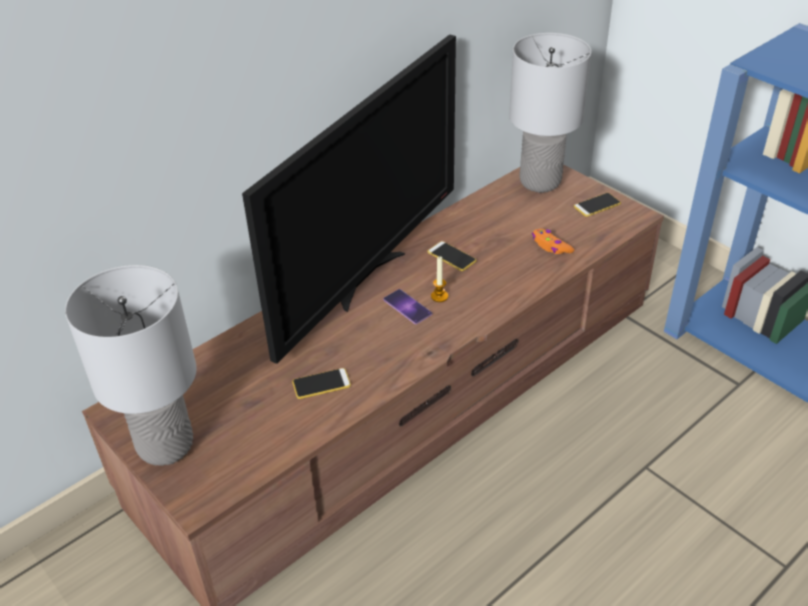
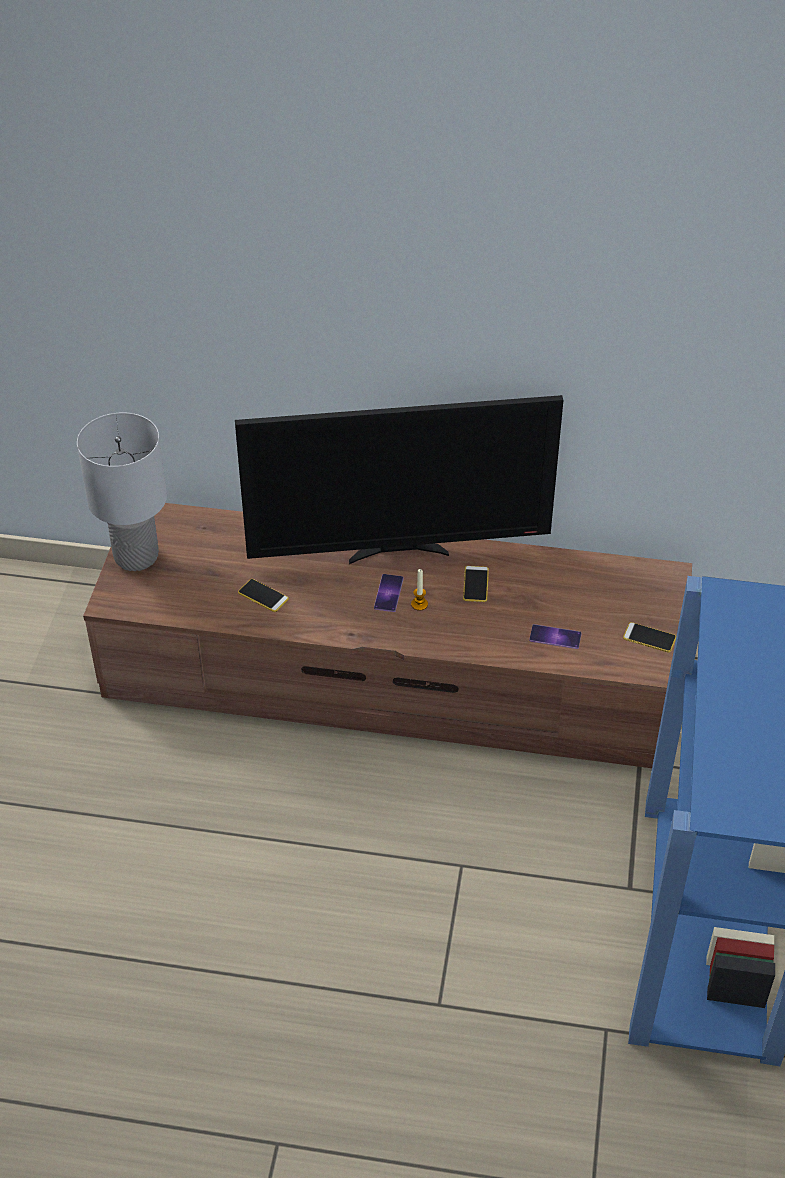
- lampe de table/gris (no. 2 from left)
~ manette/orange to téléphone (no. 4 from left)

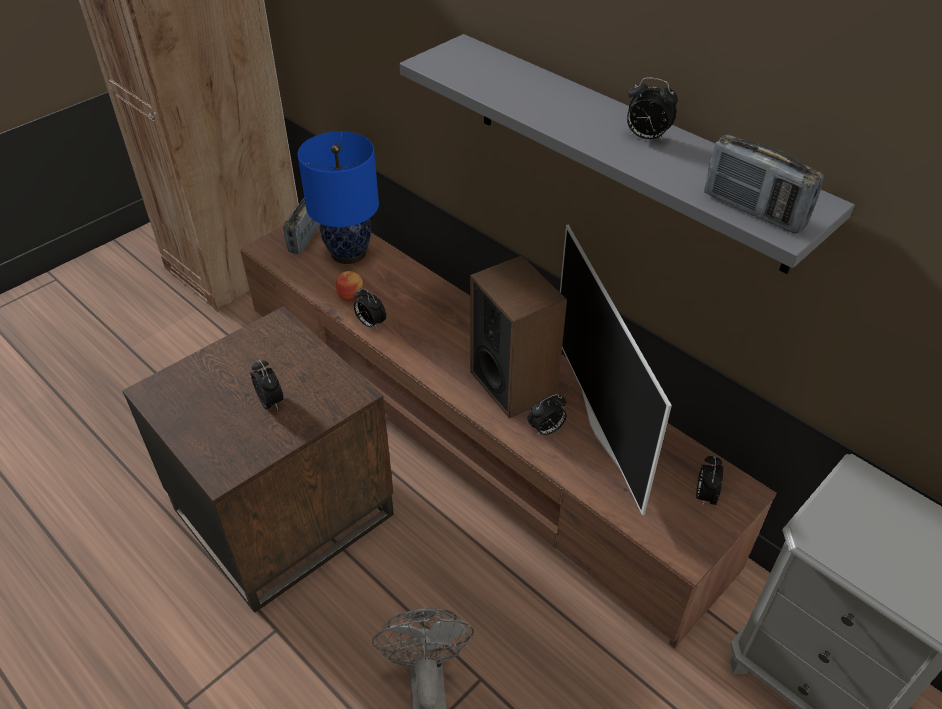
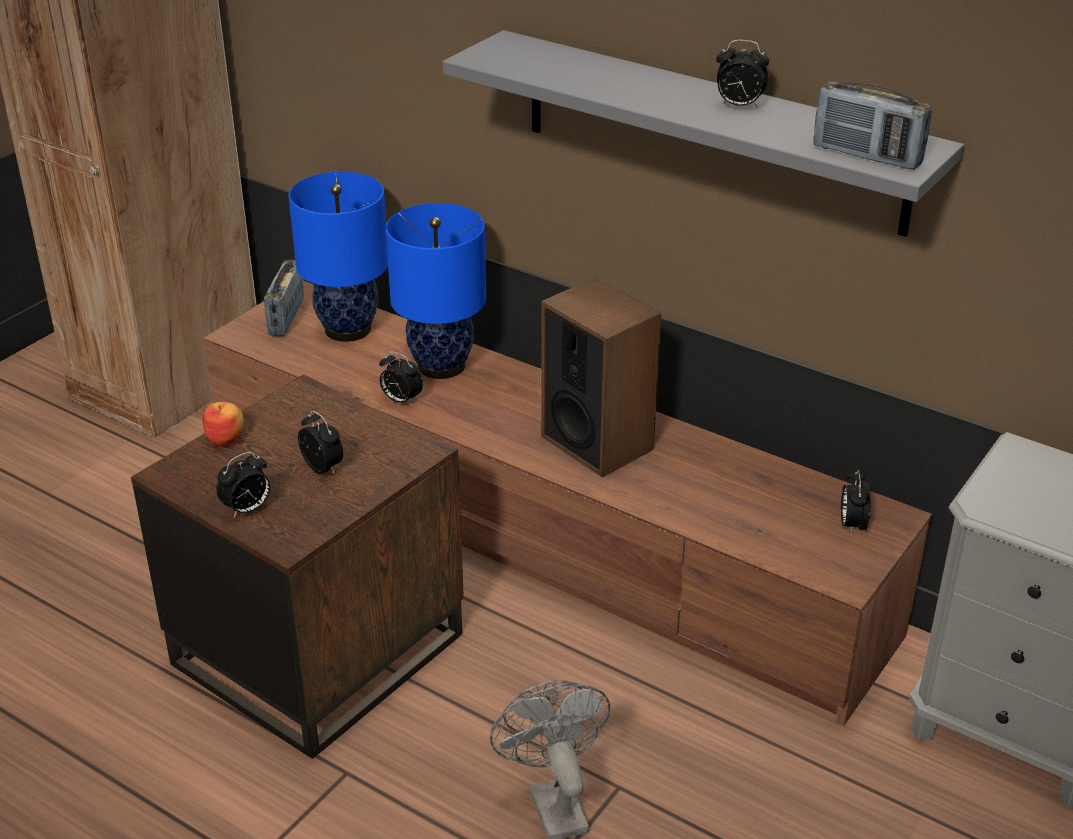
~ pomme
~ réveil (no. 3 from left in the first image) to réveil (no. 1 from left)
- téléviseur
+ lampe de table/bleu (no. 2 from left)

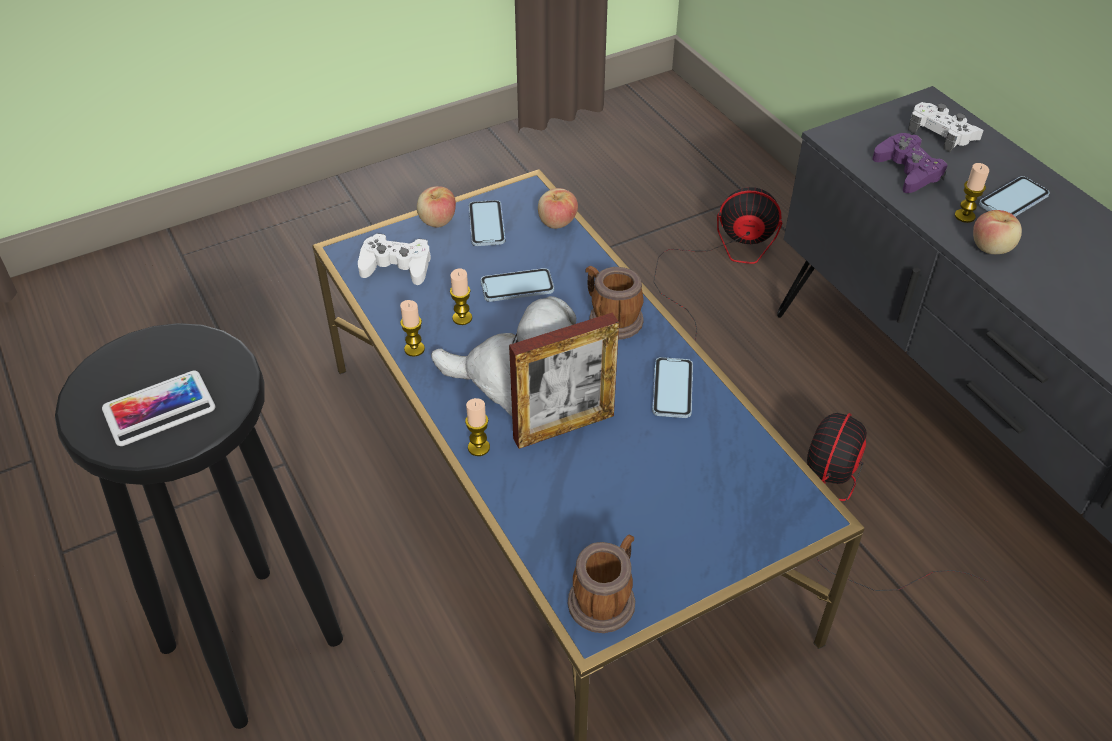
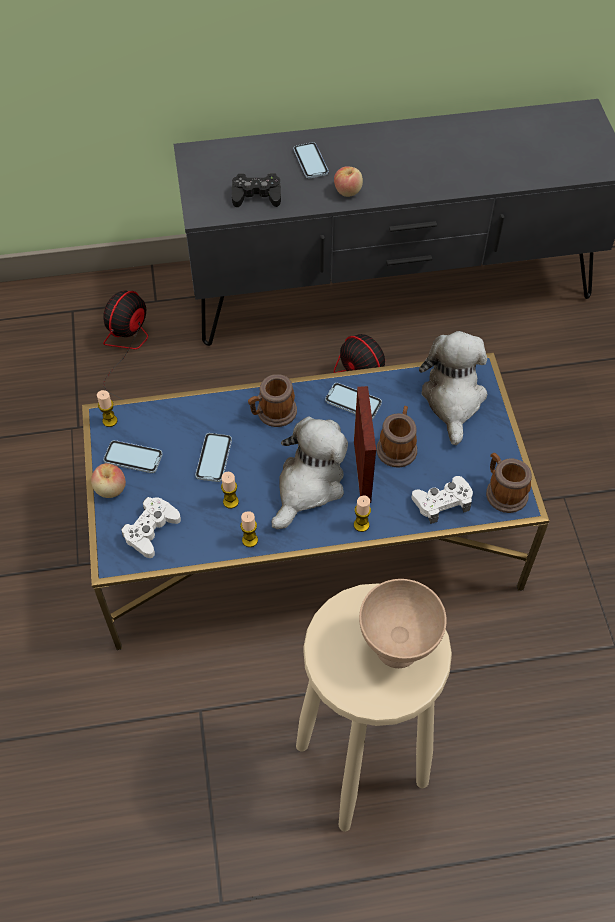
~ tabouret/noir to tabouret/beige
~ téléphone (no. 1 from left) to bol/beige
- pomme (no. 2 from left)
~ manette/violet to manette/noir
~ manette/blanc (no. 2 from left)
~ bougie (no. 4 from left in the first image) to bougie (no. 1 from left)
+ mug (no. 2 from left)
+ peluche (no. 2 from left)

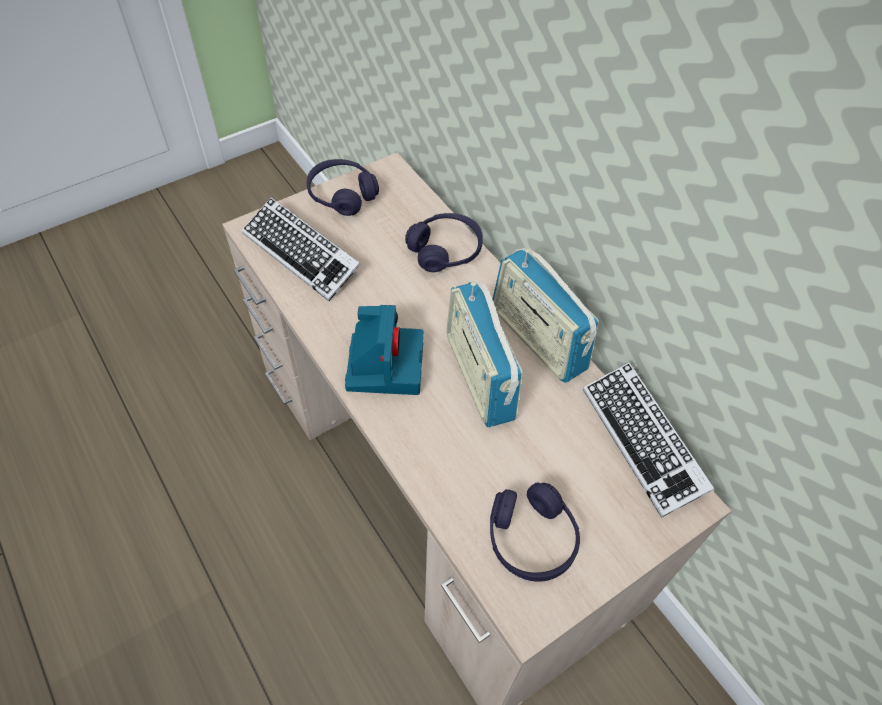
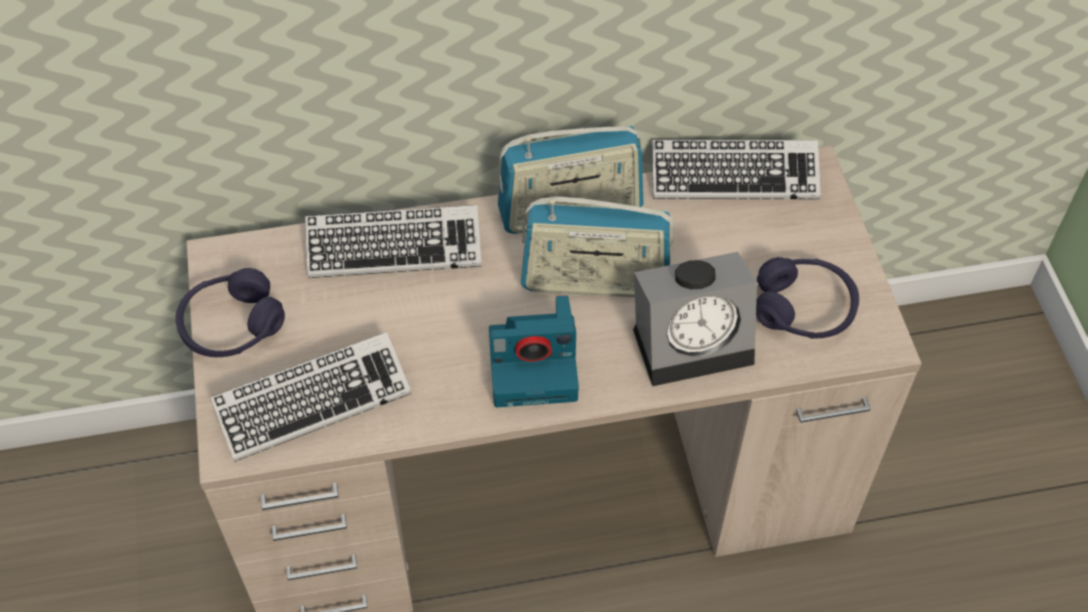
~ appareil photo 150 degrees clockwise
~ casque audio/violet (no. 2 from left) to clavier (no. 2 from left)
+ réveil

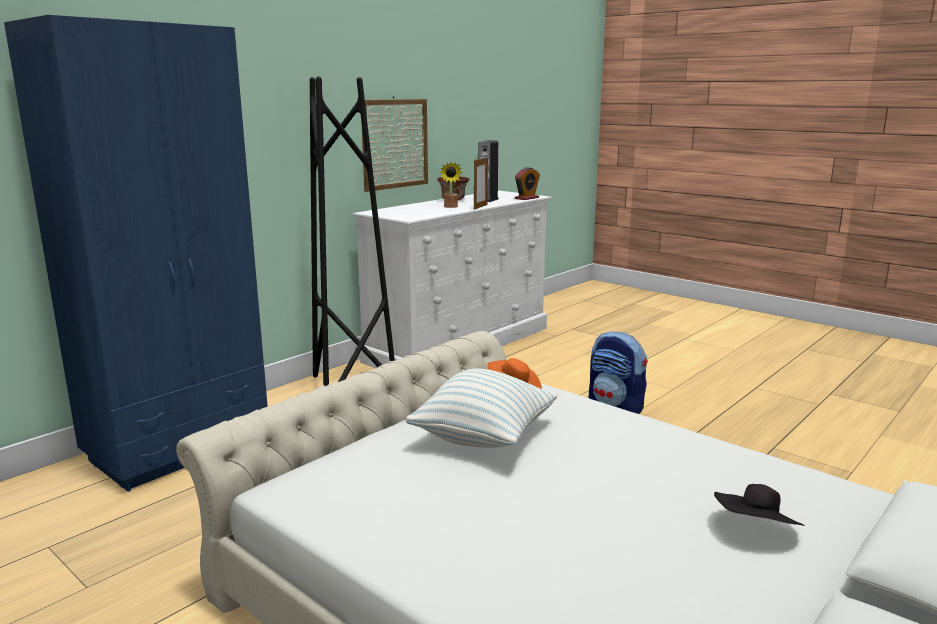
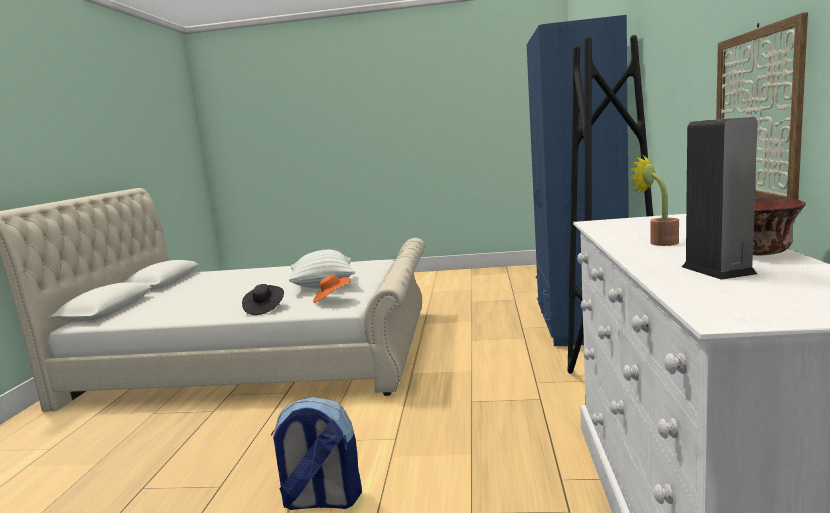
- cadre photo
- réveil
~ chapeau/noir

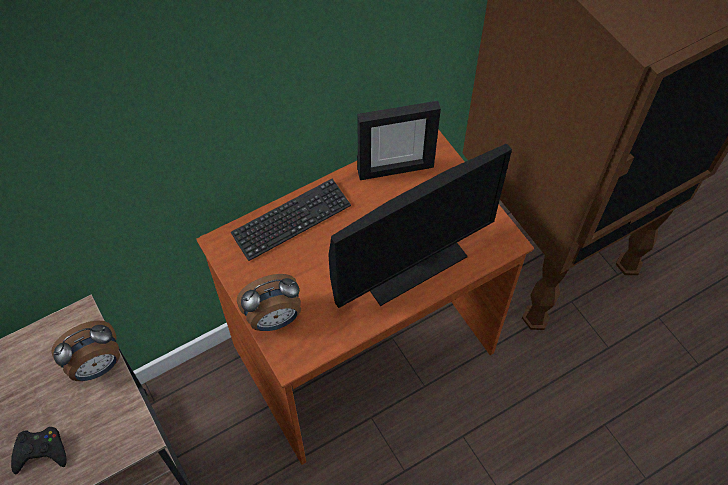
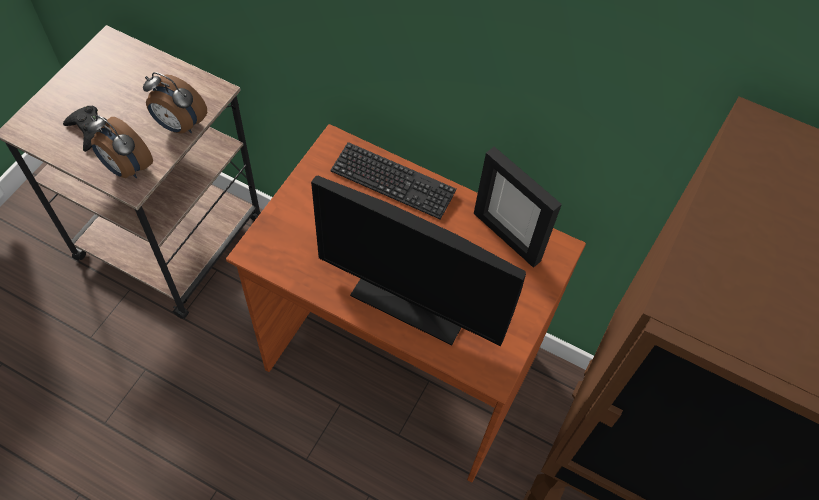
~ réveil (no. 2 from left in the first image) to réveil (no. 1 from left)

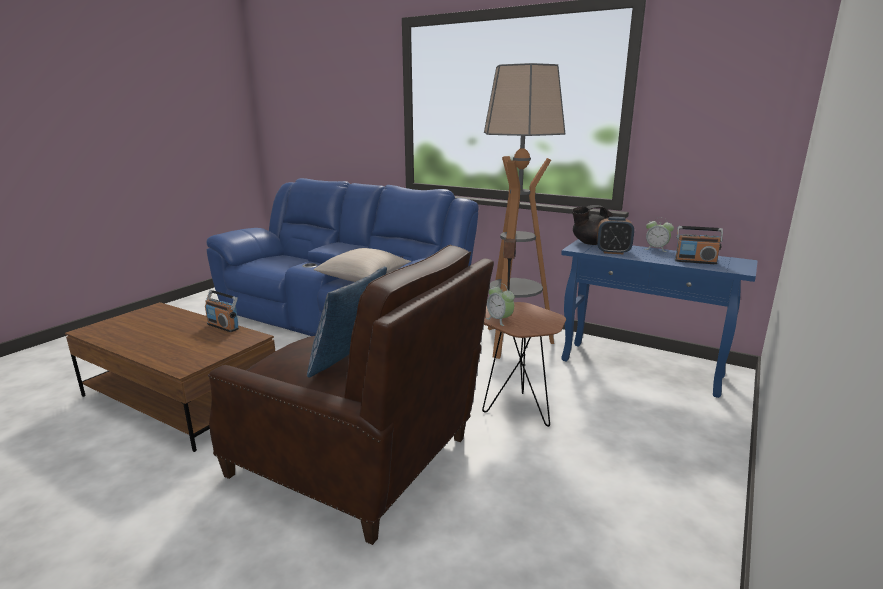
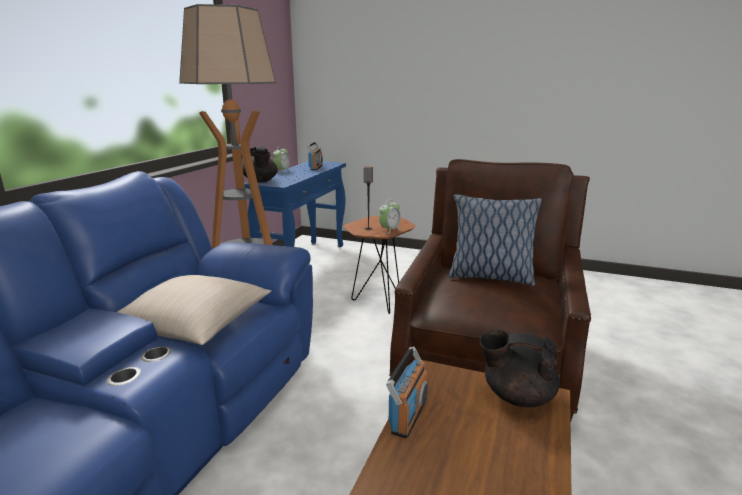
- réveil (no. 2 from left)
+ théière/noir (no. 2 from left)

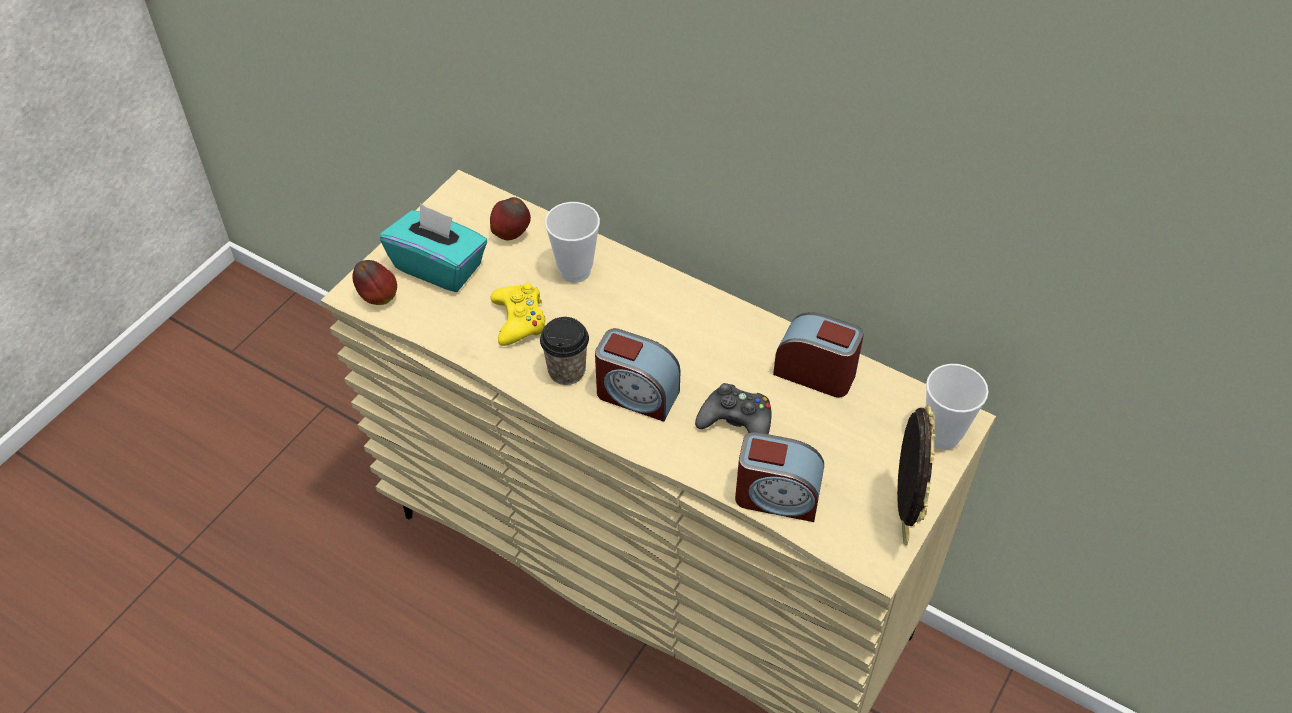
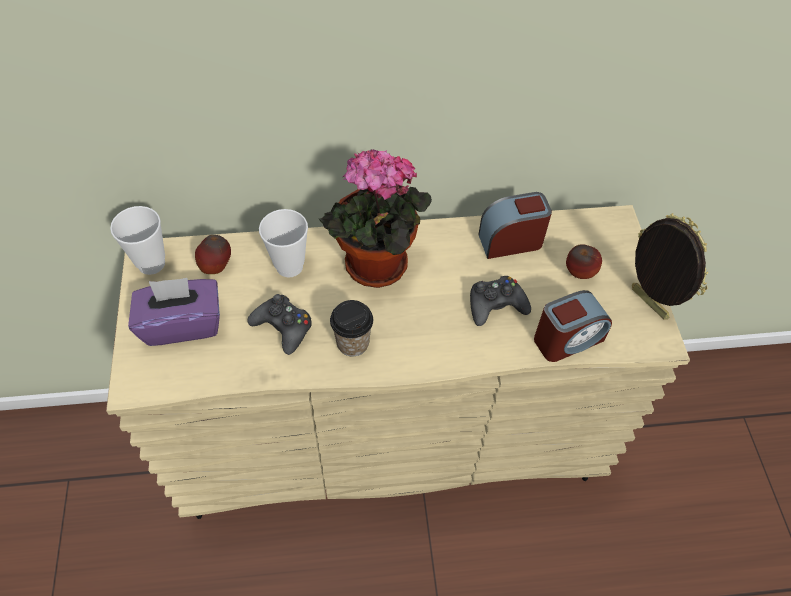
~ pomme (no. 1 from left in the first image) to pomme (no. 2 from left)
~ boîte à mouchoirs/turquoise to boîte à mouchoirs/violet
~ manette/jaune to manette/noir (no. 1 from left)
- réveil (no. 1 from left)
~ tasse (no. 3 from left in the first image) to tasse (no. 1 from left)
+ plante en pot

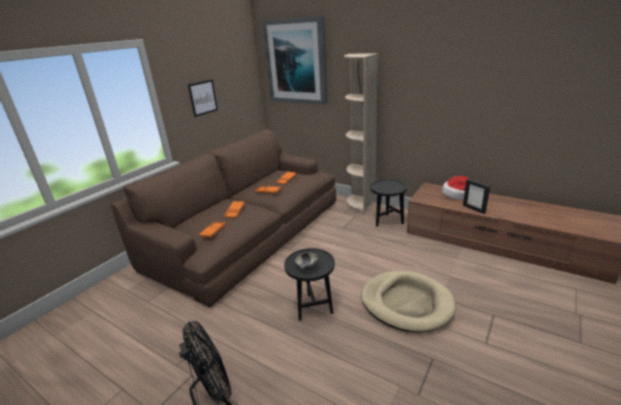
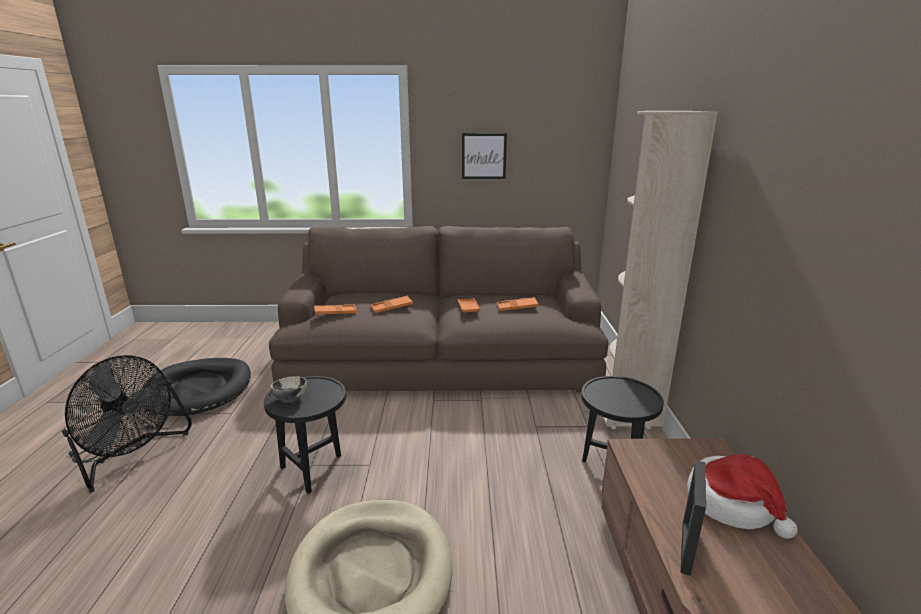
- tableau (no. 2 from left)
+ panier pour chien/noir

